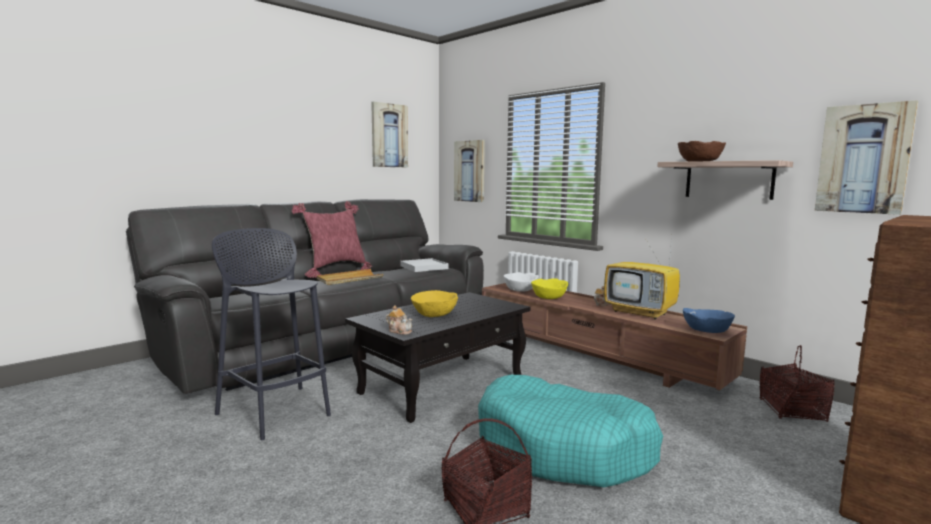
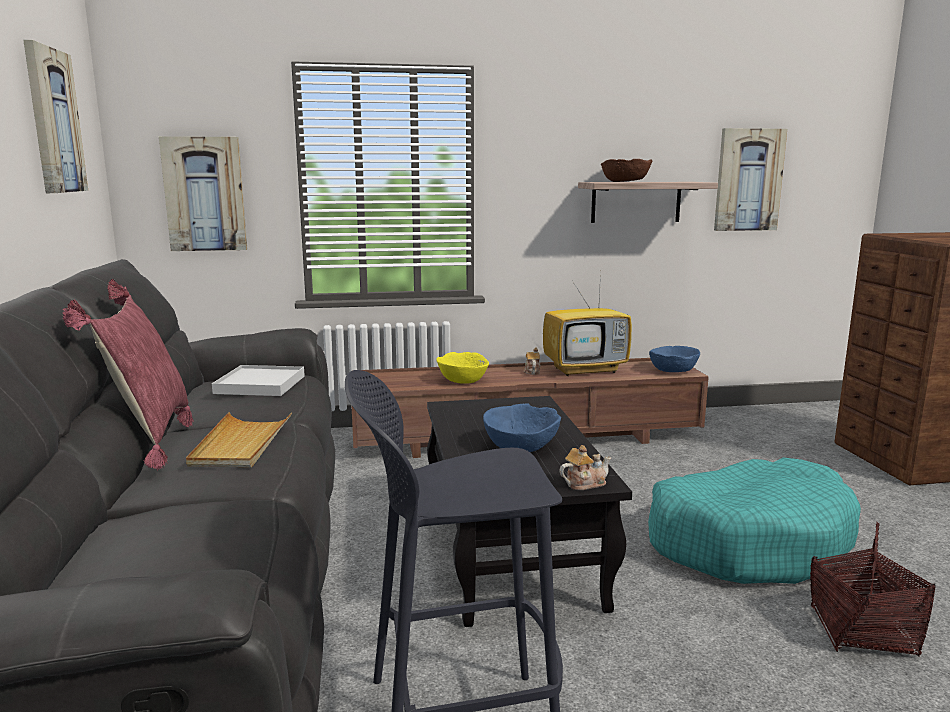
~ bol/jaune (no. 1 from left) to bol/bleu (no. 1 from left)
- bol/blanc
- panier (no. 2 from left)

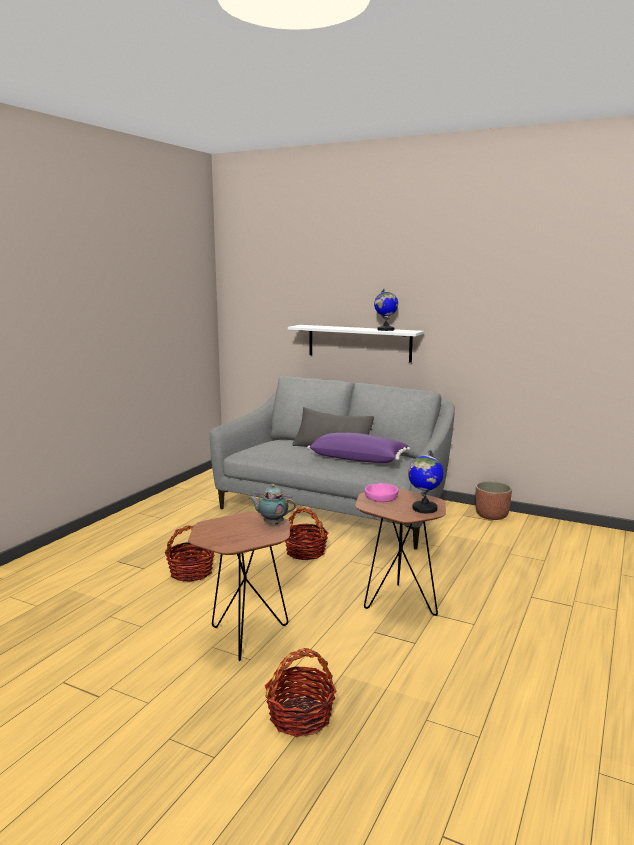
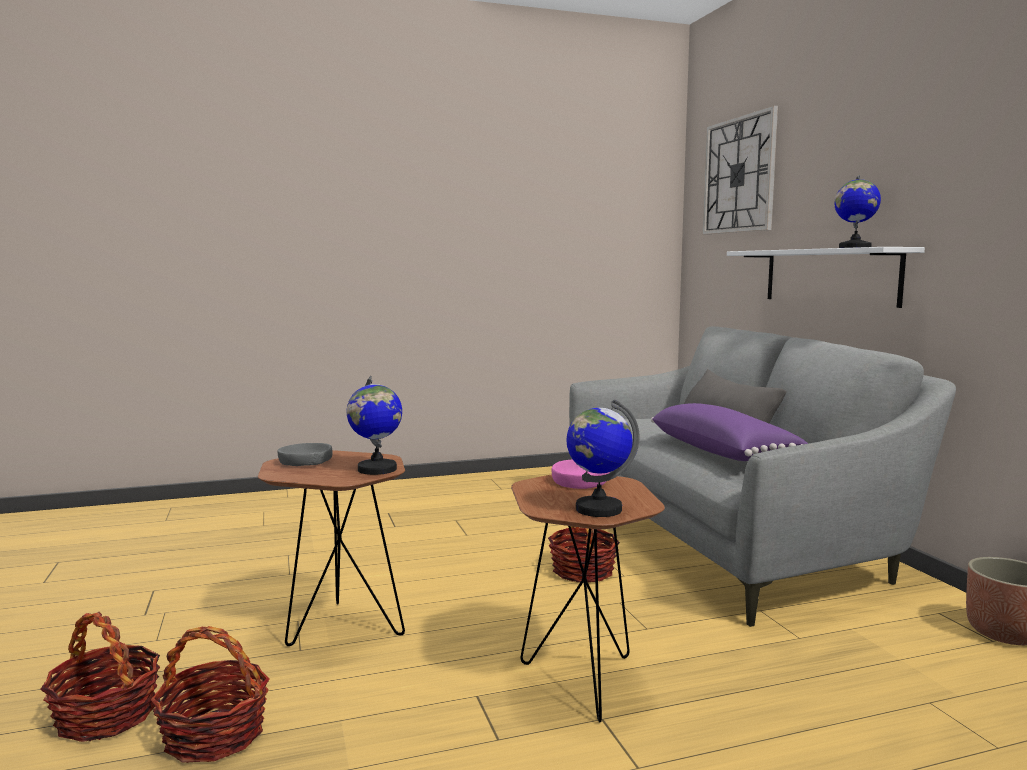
~ panier (no. 1 from left)
~ théière to globe (no. 1 from left)
+ bol/gris
+ horloge murale

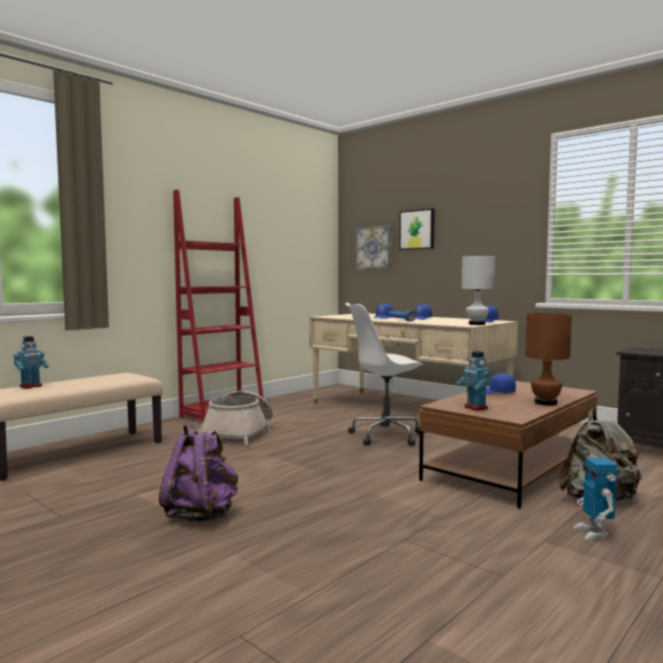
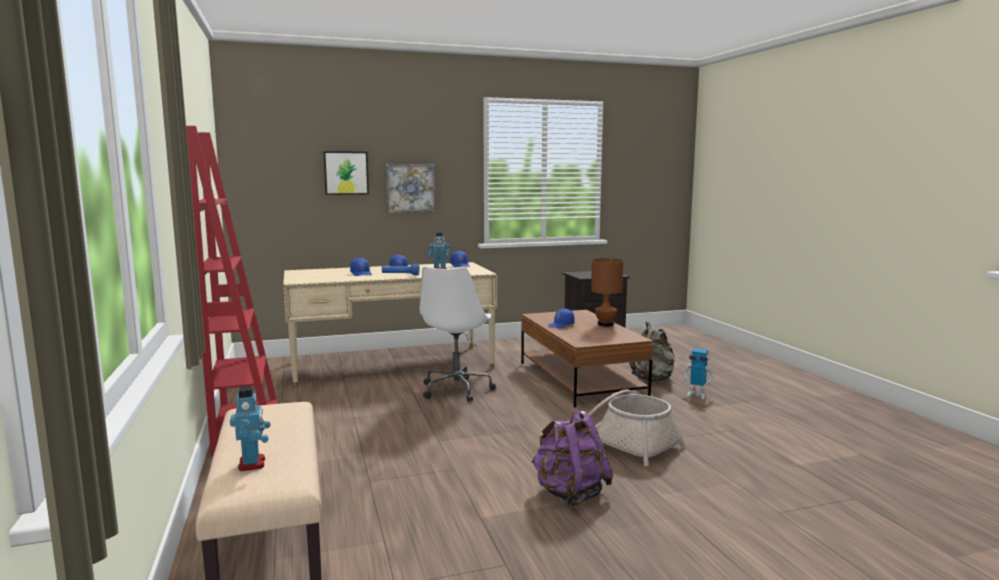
~ panier
~ tableau (no. 1 from left in the first image) to tableau (no. 2 from left)
~ robot jouet (no. 2 from left)
- lampe de table/blanc

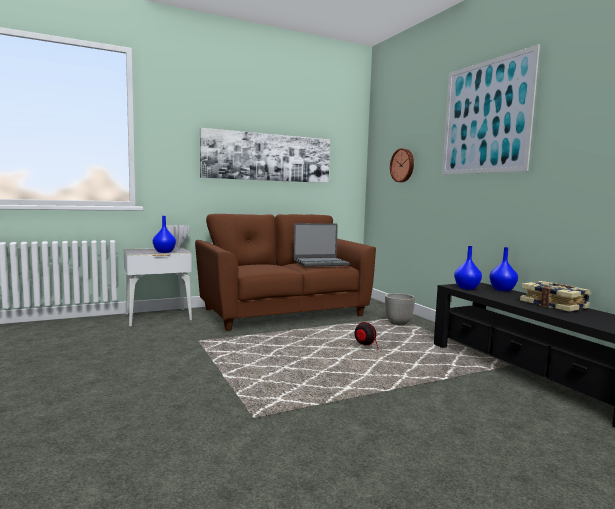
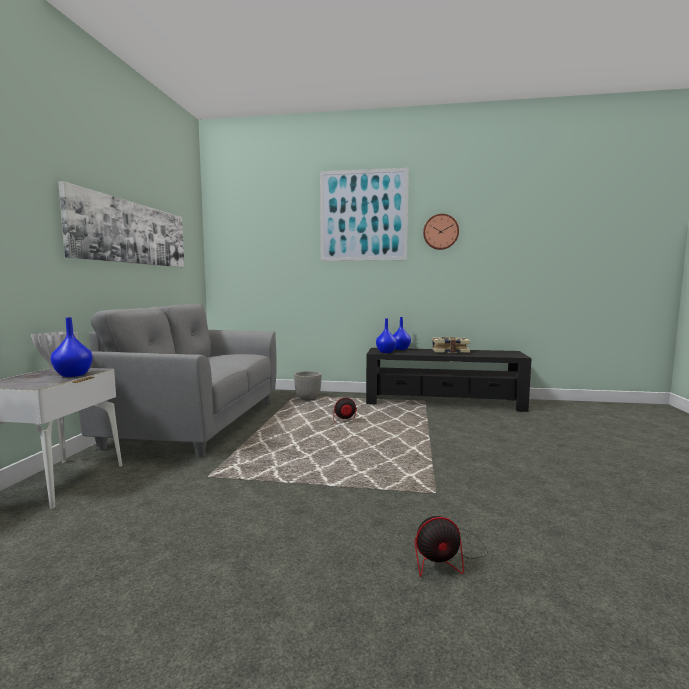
~ canapé/marron to canapé/gris
- ordinateur portable
~ horloge murale
+ ventilateur (no. 2 from left)

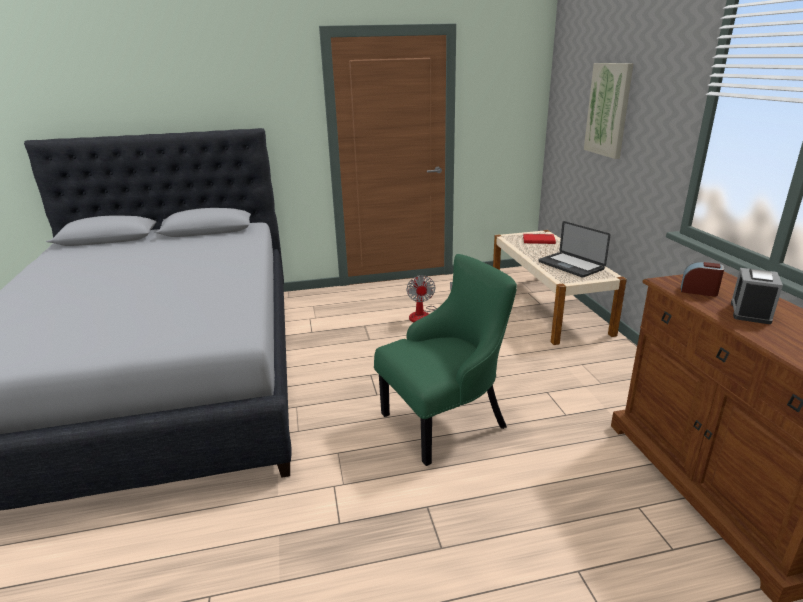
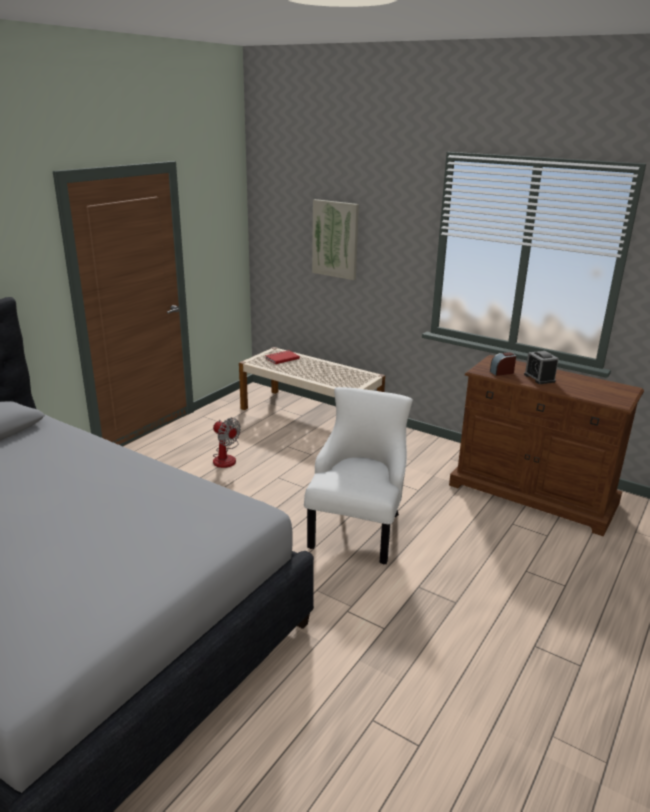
~ chaise/vert to chaise/blanc
- ordinateur portable

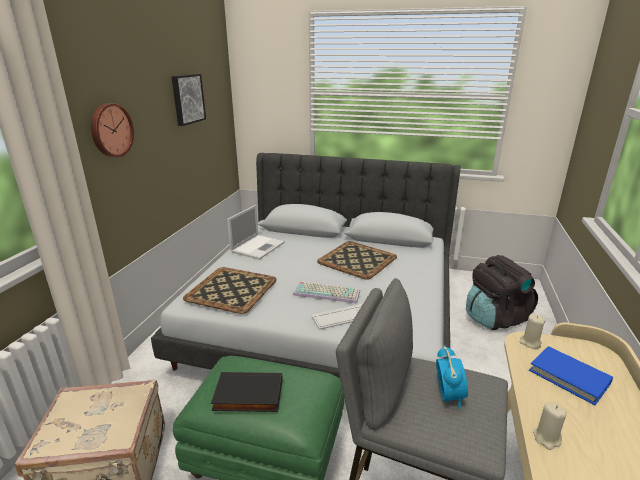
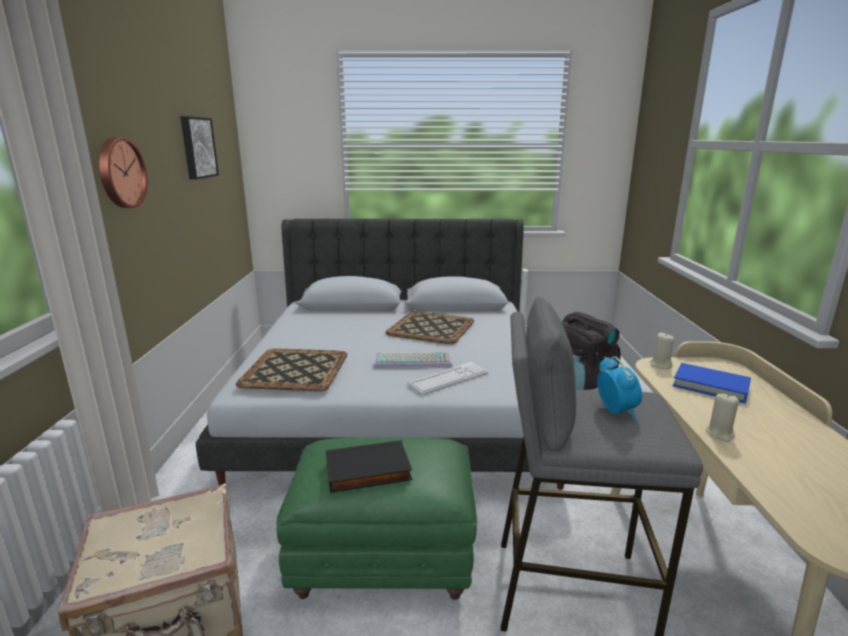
- ordinateur portable

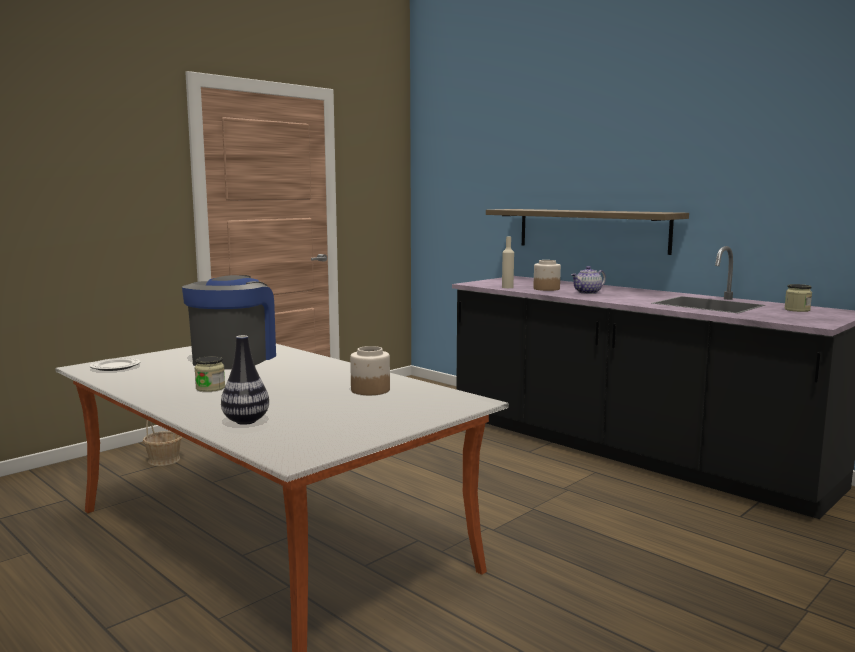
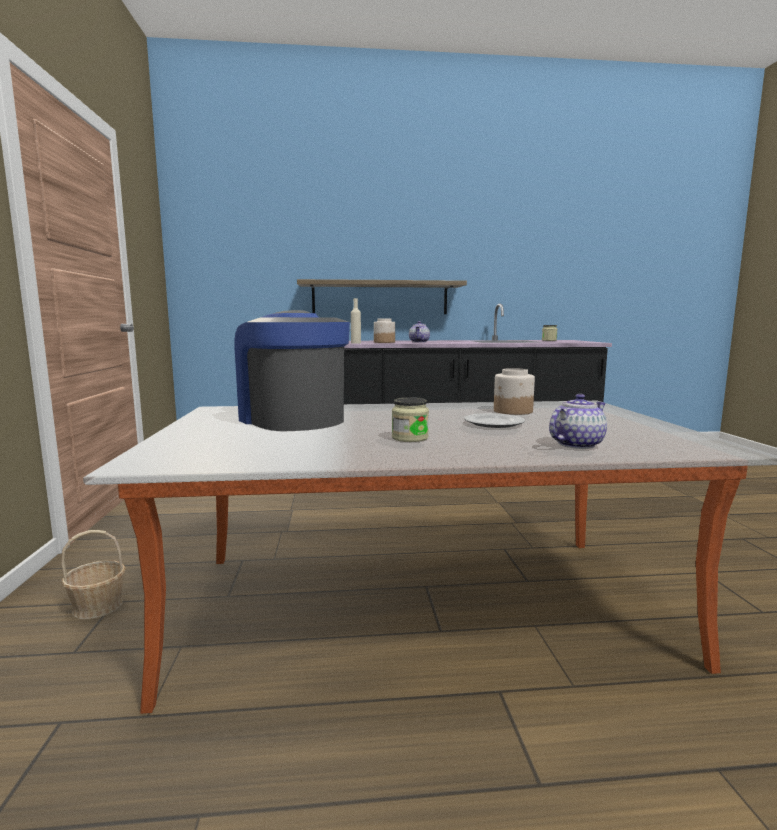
~ assiette
~ vase to théière (no. 2 from left)

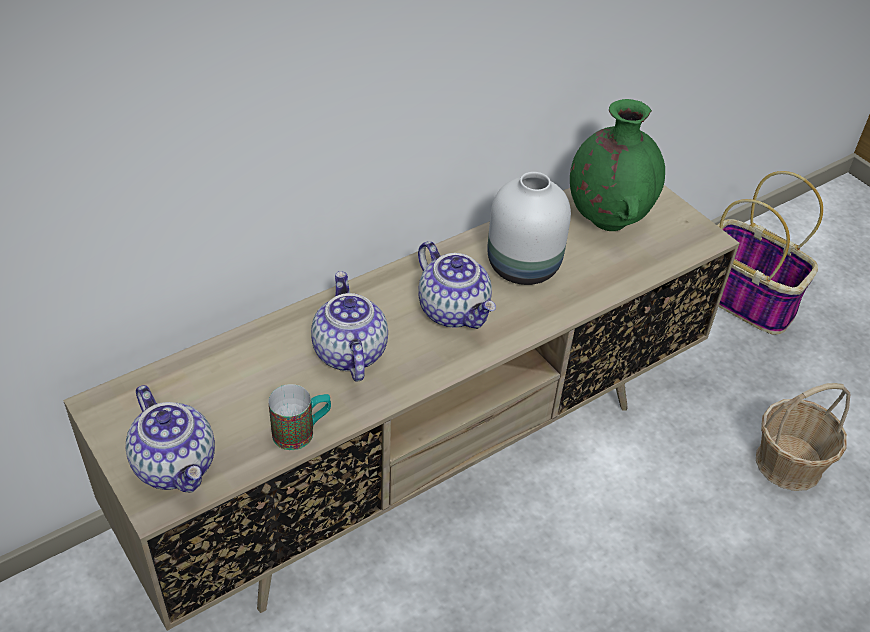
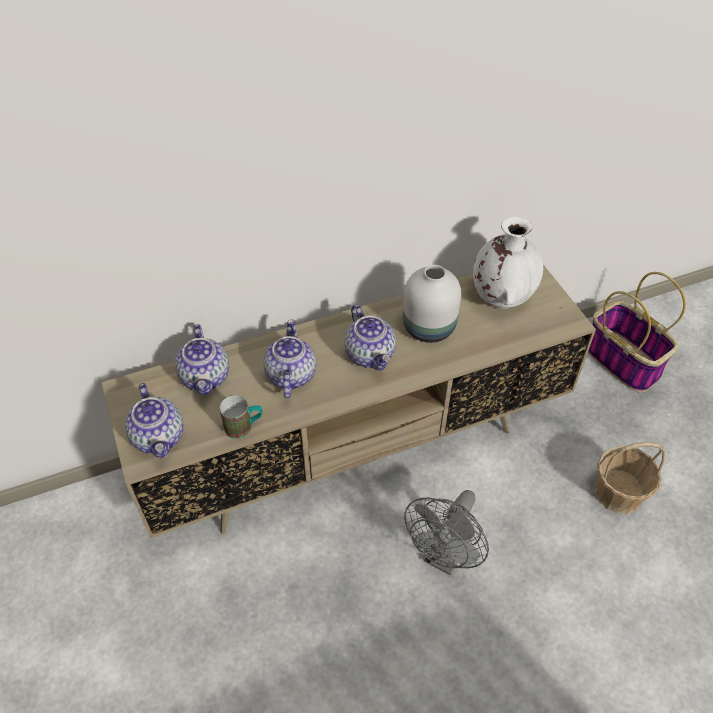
~ vase/vert to vase/blanc (no. 2 from left)
+ théière (no. 2 from left)
+ ventilateur/gris

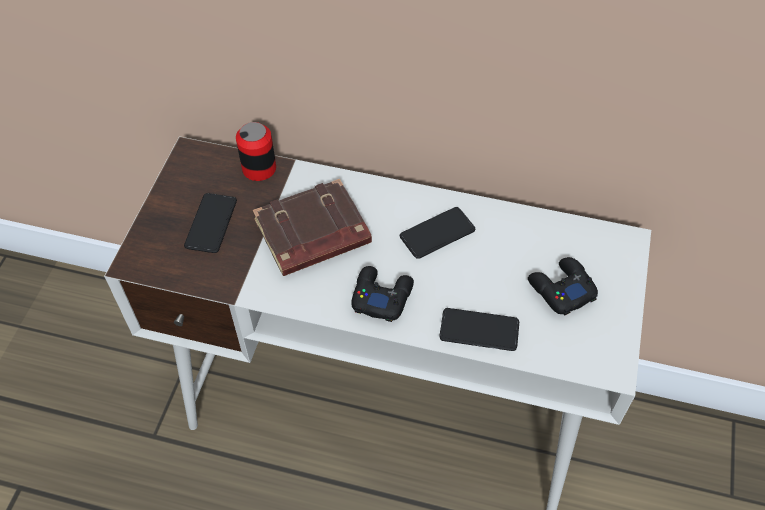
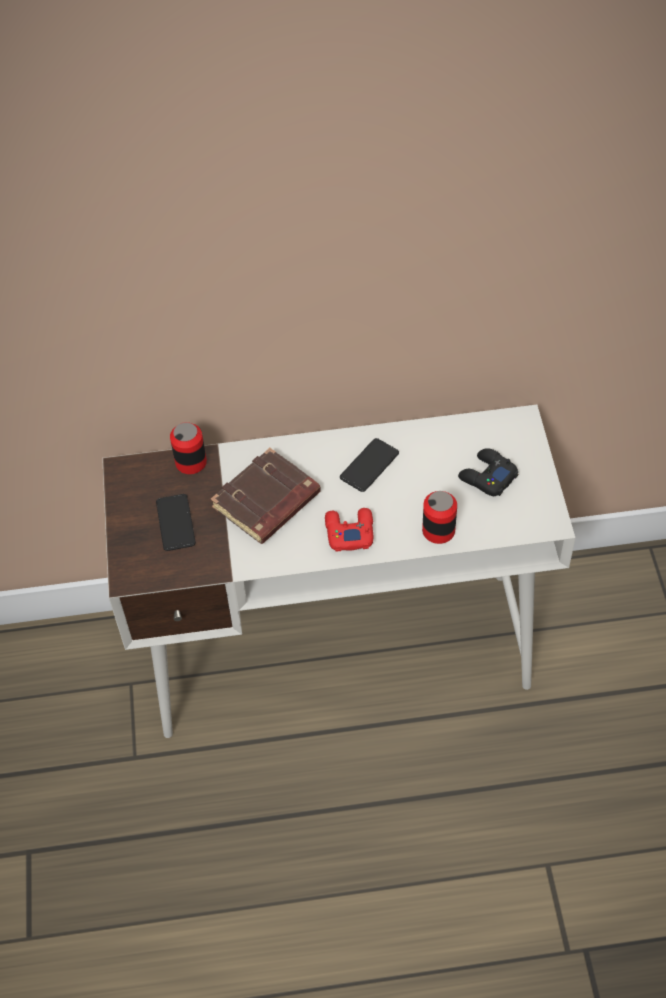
~ manette/noir (no. 1 from left) to manette/rouge
~ téléphone (no. 3 from left) to boîte métallique (no. 2 from left)

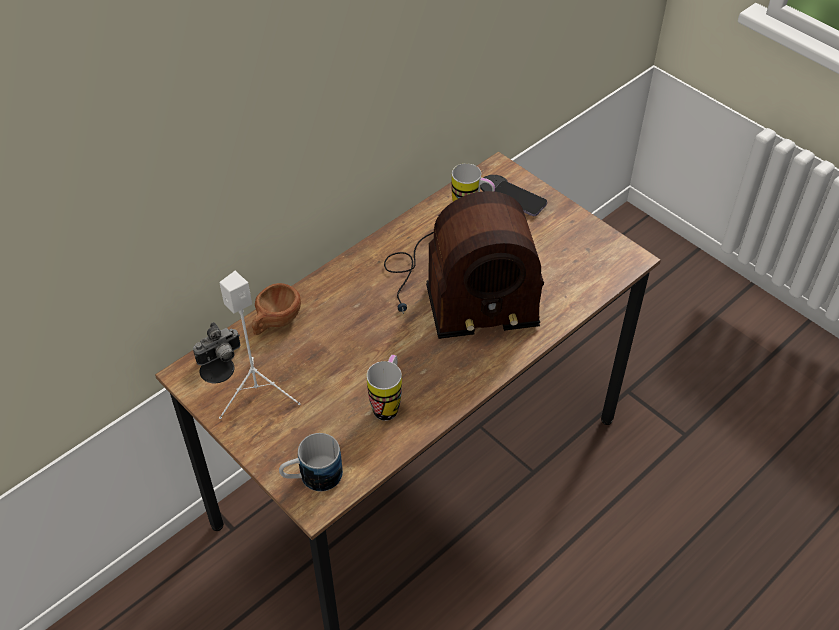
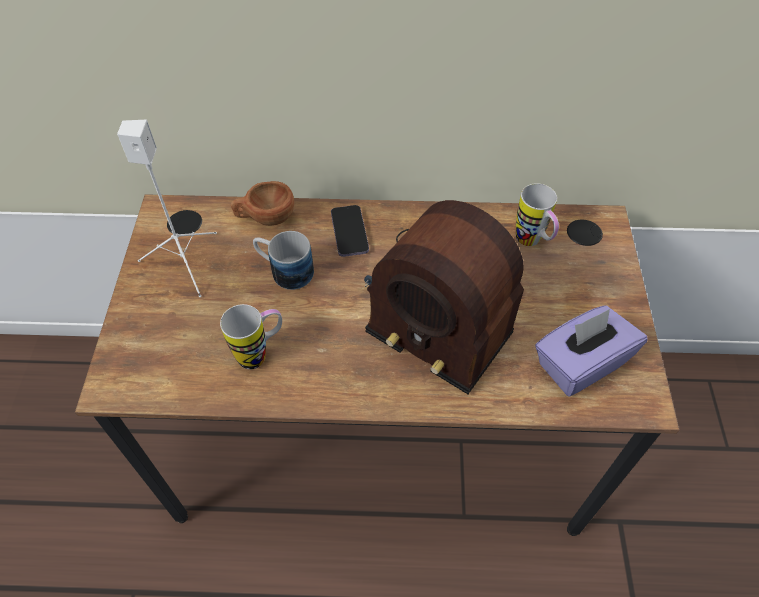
- appareil photo
~ mug (no. 1 from left in the first image) to mug (no. 2 from left)
~ téléphone
+ boîte à mouchoirs/violet

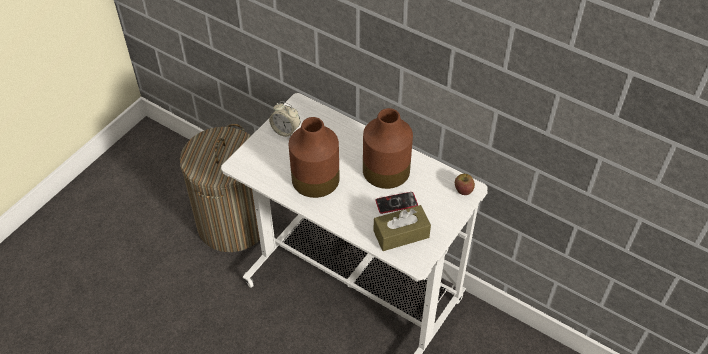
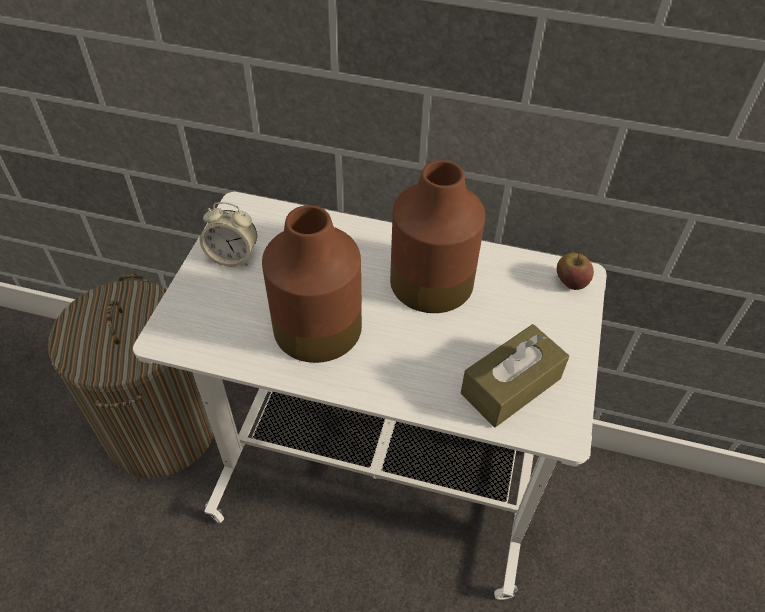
- téléphone

